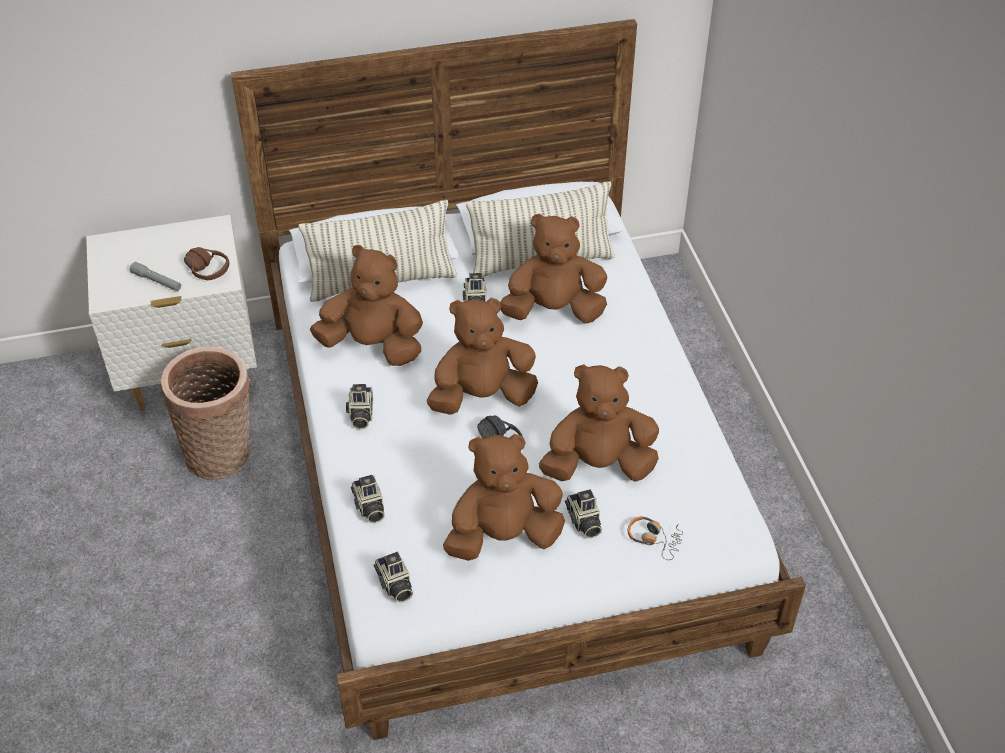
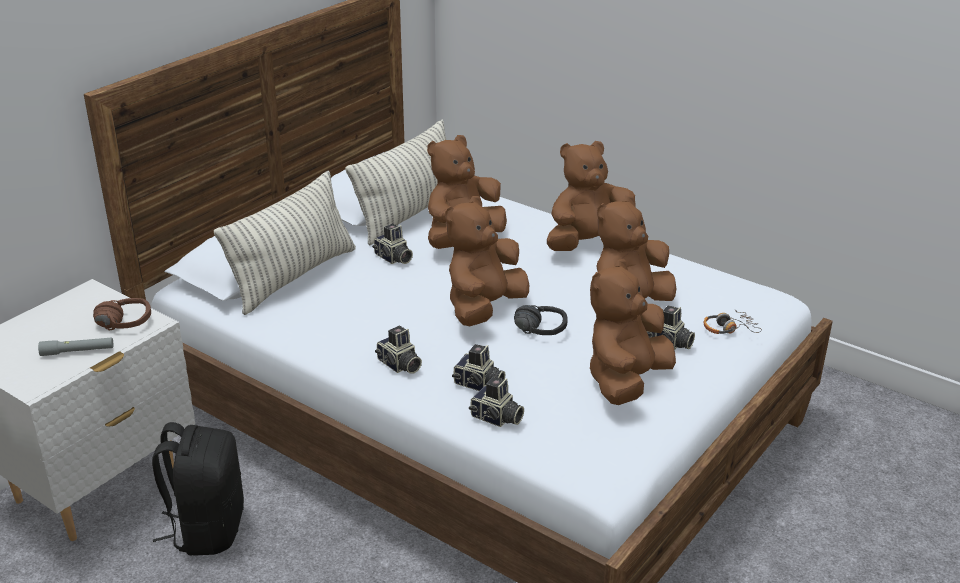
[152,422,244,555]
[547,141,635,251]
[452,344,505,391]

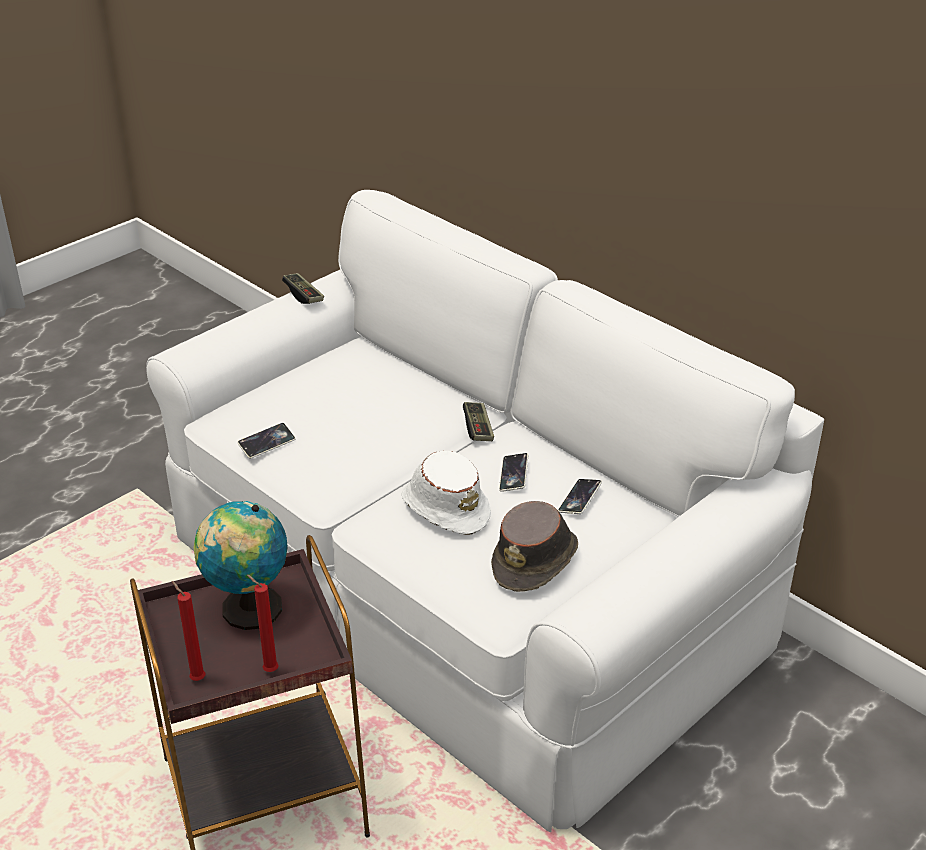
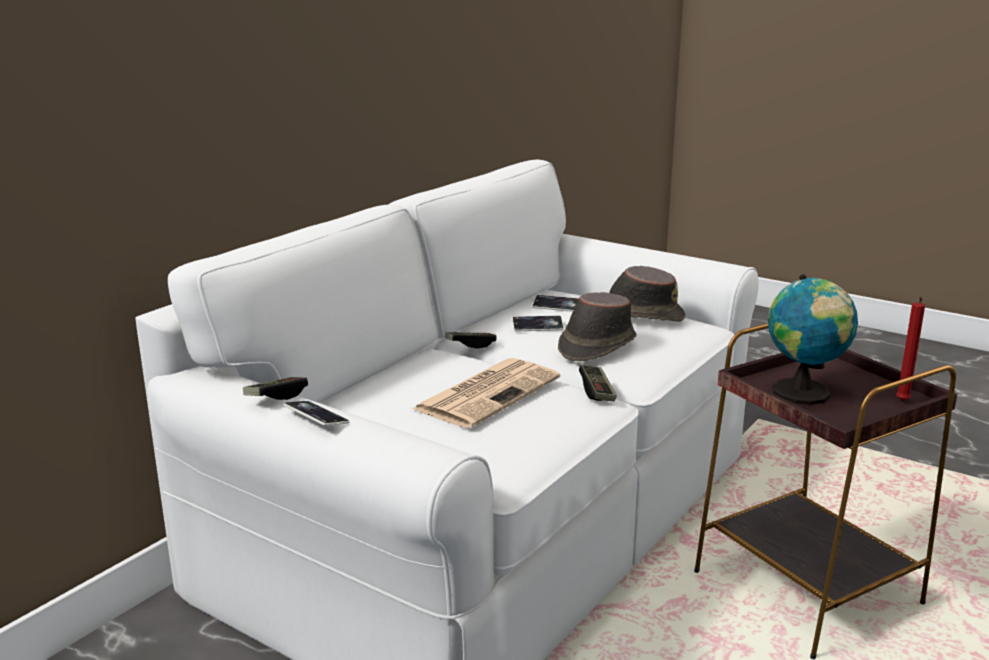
[283,401,349,426]
[247,575,279,672] (first image)
[558,292,637,361]
[412,358,560,429]
[579,365,617,402]

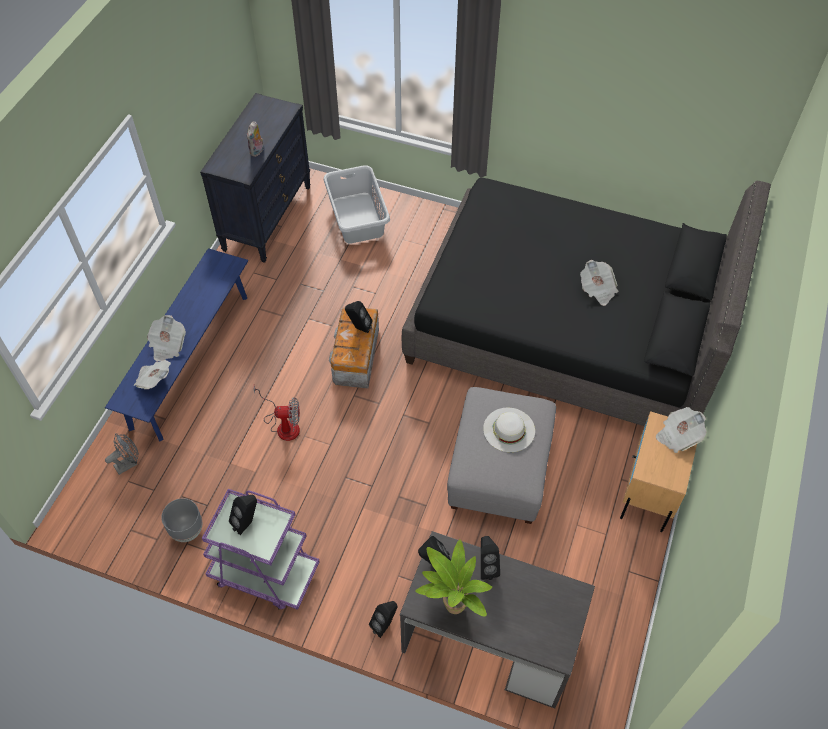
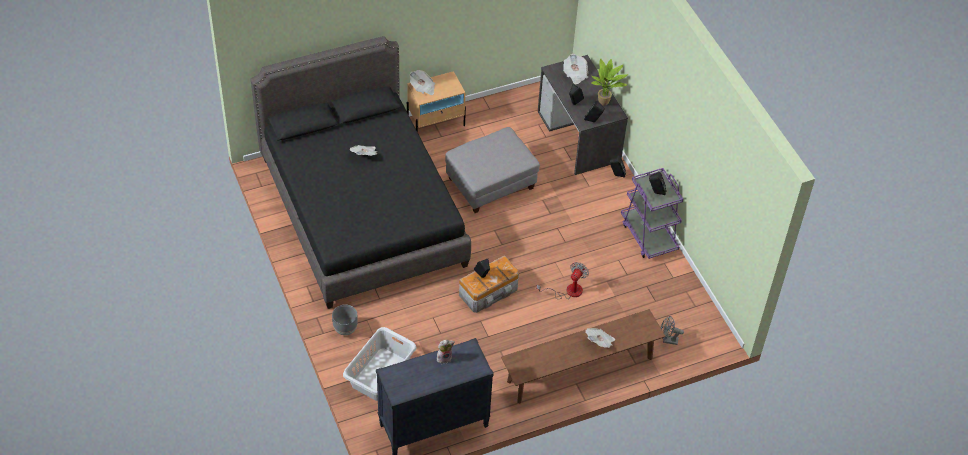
[501,309,665,404]
[563,54,588,84]
[332,304,358,335]
[536,262,589,299]
[483,408,535,452] (first image)

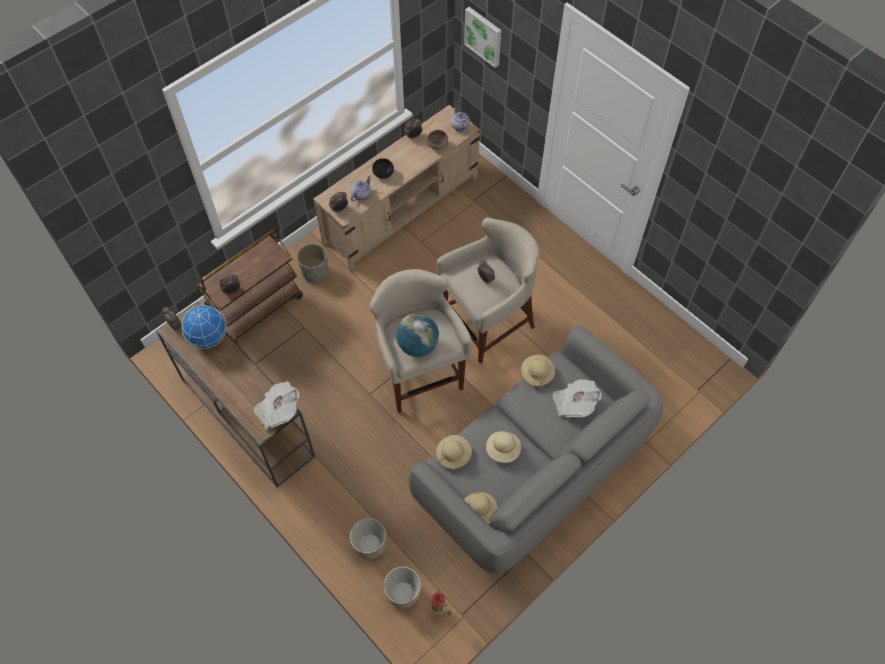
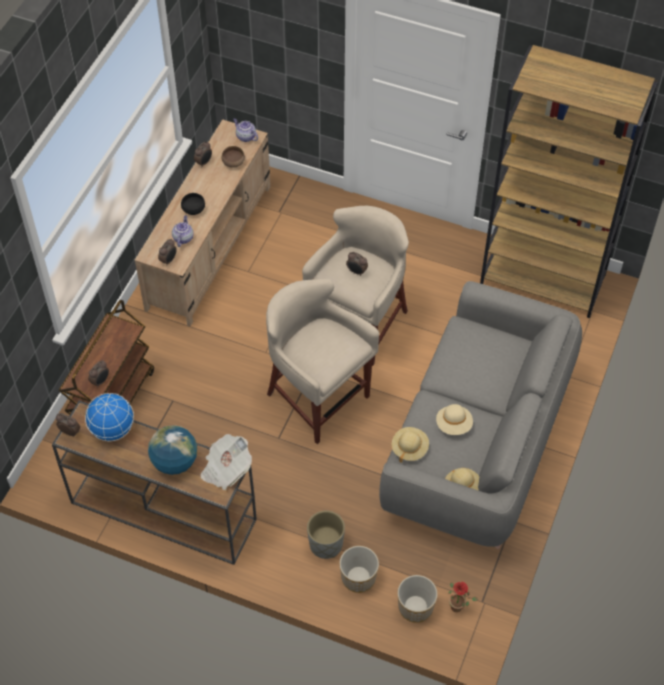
[307,511,345,559]
[148,425,197,475]
[464,7,501,68] (first image)
[521,355,555,389] (first image)
[553,379,602,417] (first image)
[480,45,658,318]

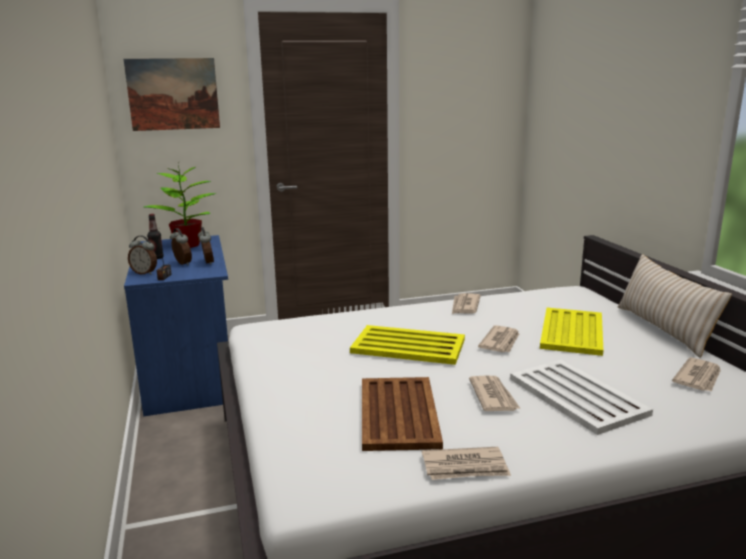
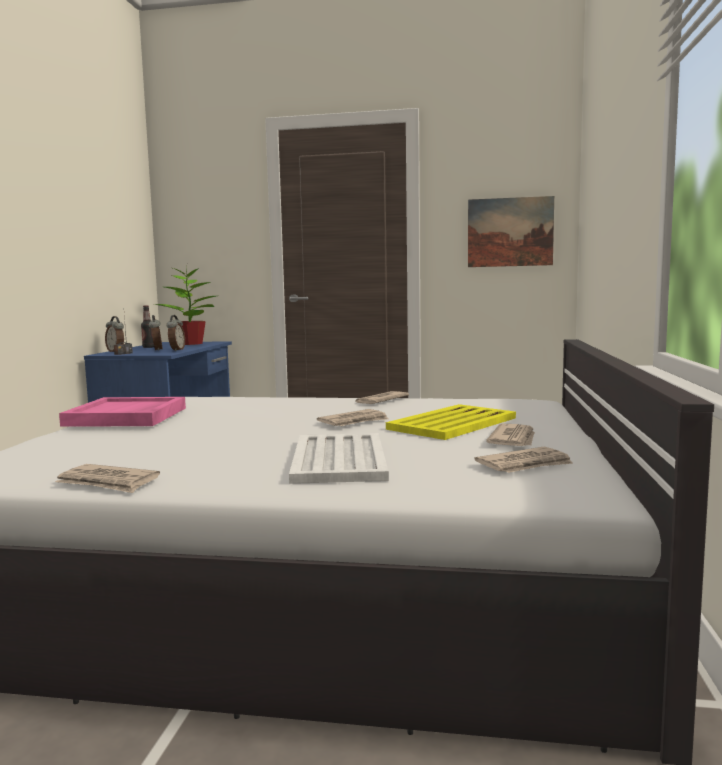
[468,196,554,267]
[350,325,465,365] (first image)
[362,377,443,451] (first image)
[486,423,535,446]
[617,254,732,358] (first image)
[59,397,186,427]

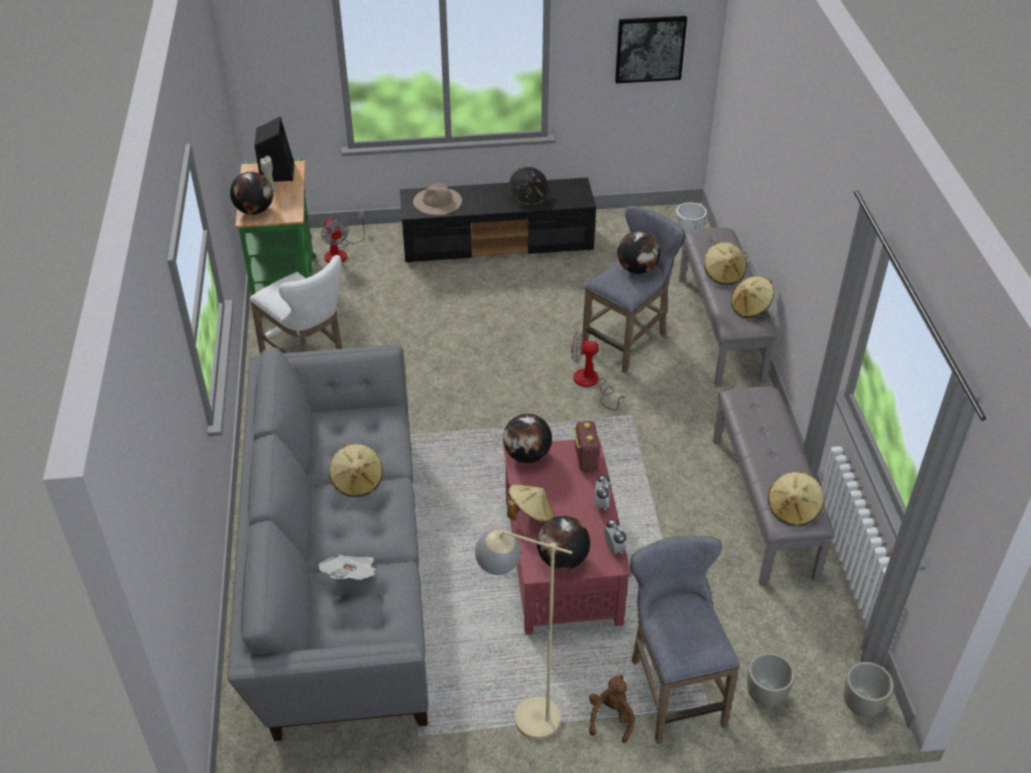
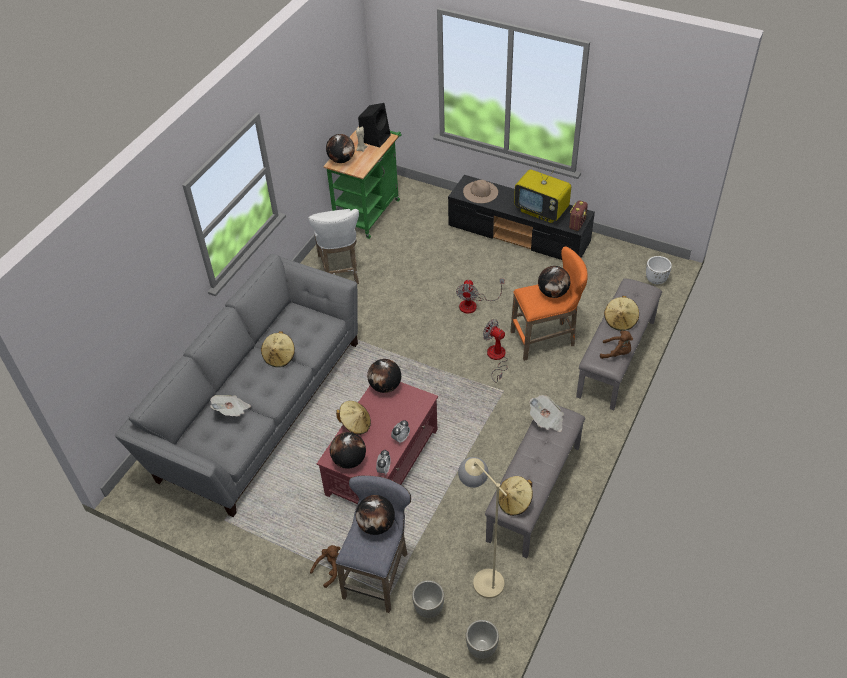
[456,279,504,314]
[458,457,507,599]
[514,162,571,223]
[569,201,588,231]
[510,246,588,361]
[615,16,687,83] (first image)
[600,331,633,359]
[356,495,395,535]
[530,395,564,432]

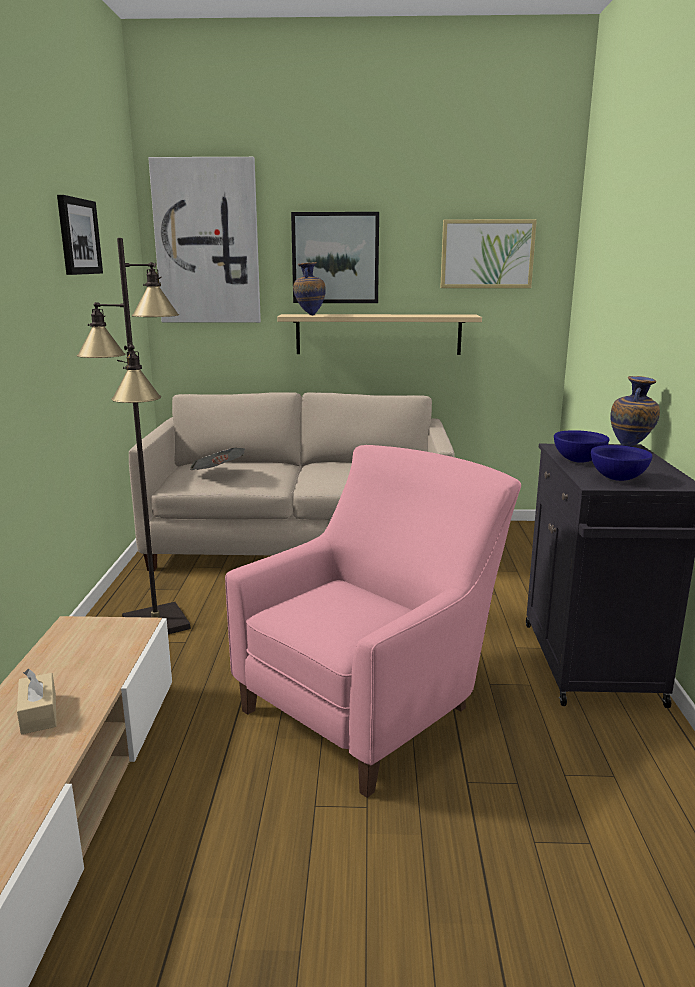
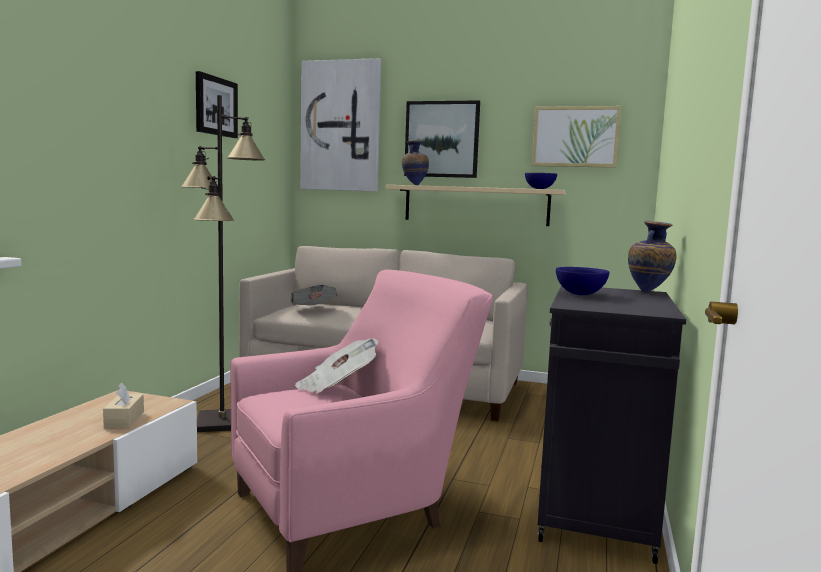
[103,382,144,429]
[525,173,557,189]
[295,339,379,393]

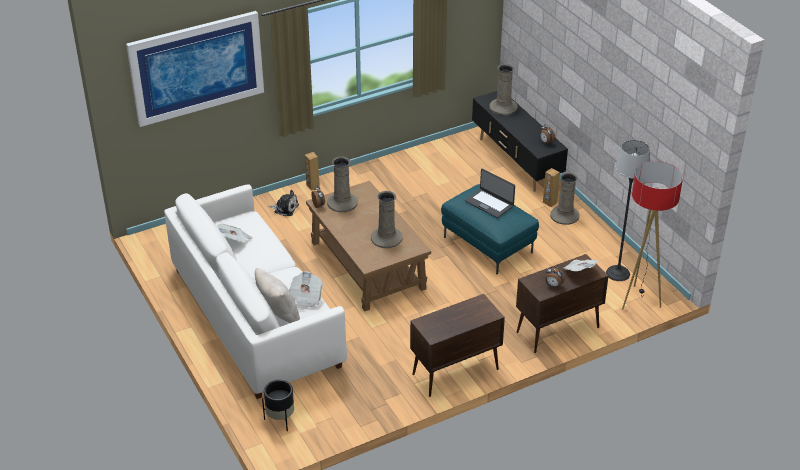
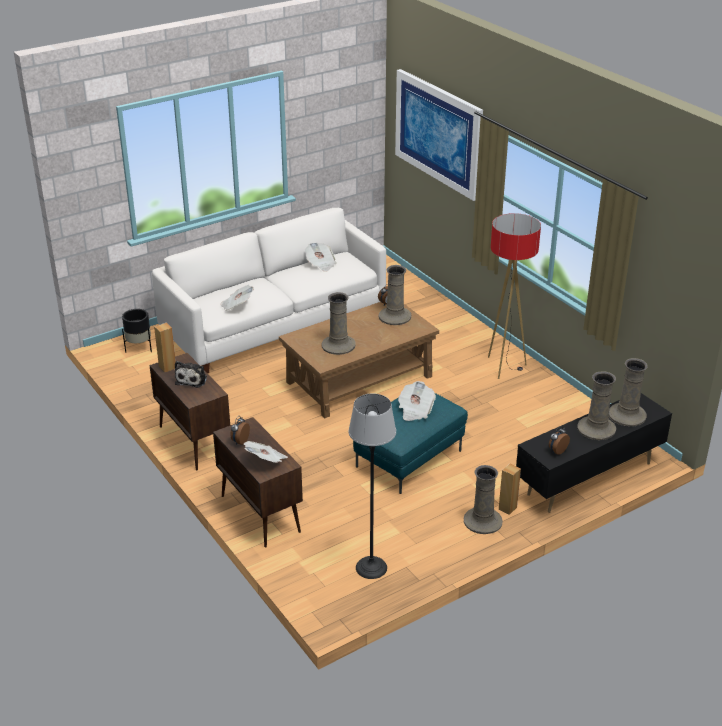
[255,268,300,323] (first image)
[175,361,207,388]
[154,323,176,373]
[398,381,436,421]
[488,213,541,379]
[577,371,616,440]

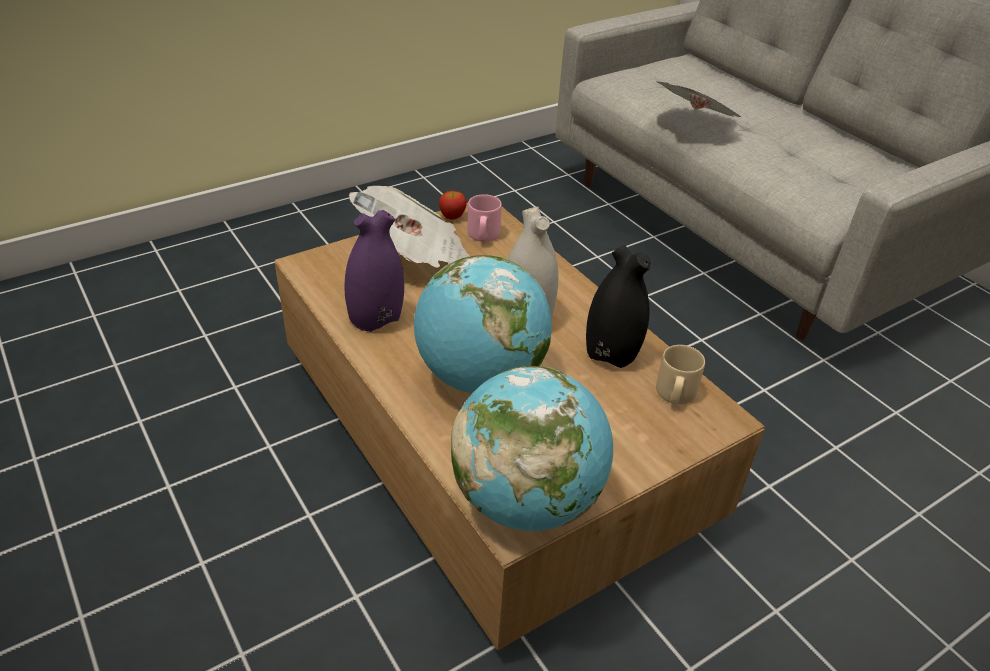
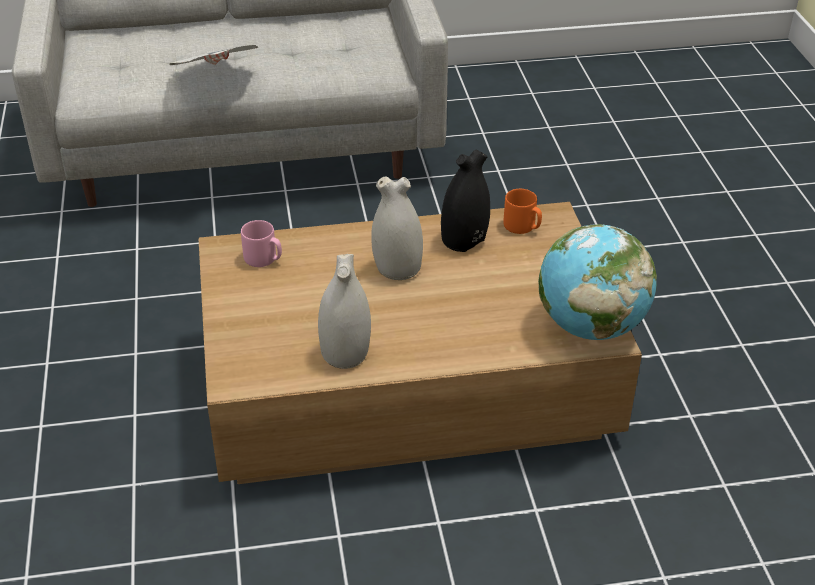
[318,254,371,369]
[349,186,470,268] (first image)
[414,255,552,393] (first image)
[439,191,466,220] (first image)
[503,189,542,234]

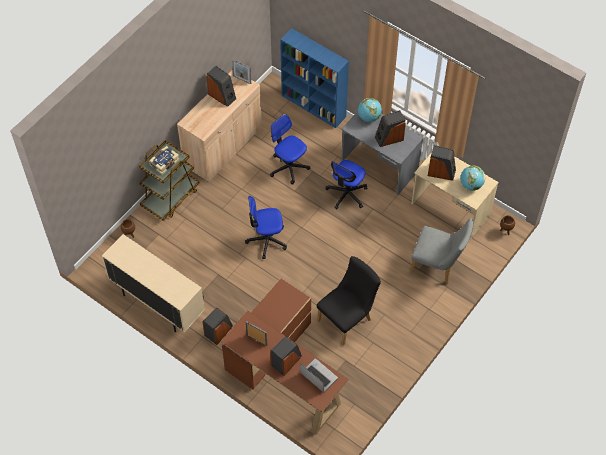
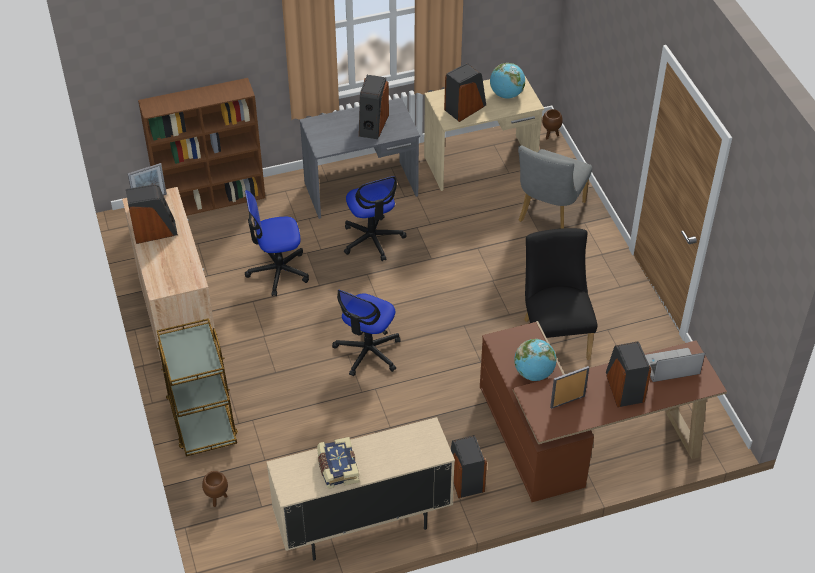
[317,437,360,489]
[138,78,266,216]
[514,339,556,381]
[518,146,592,229]

